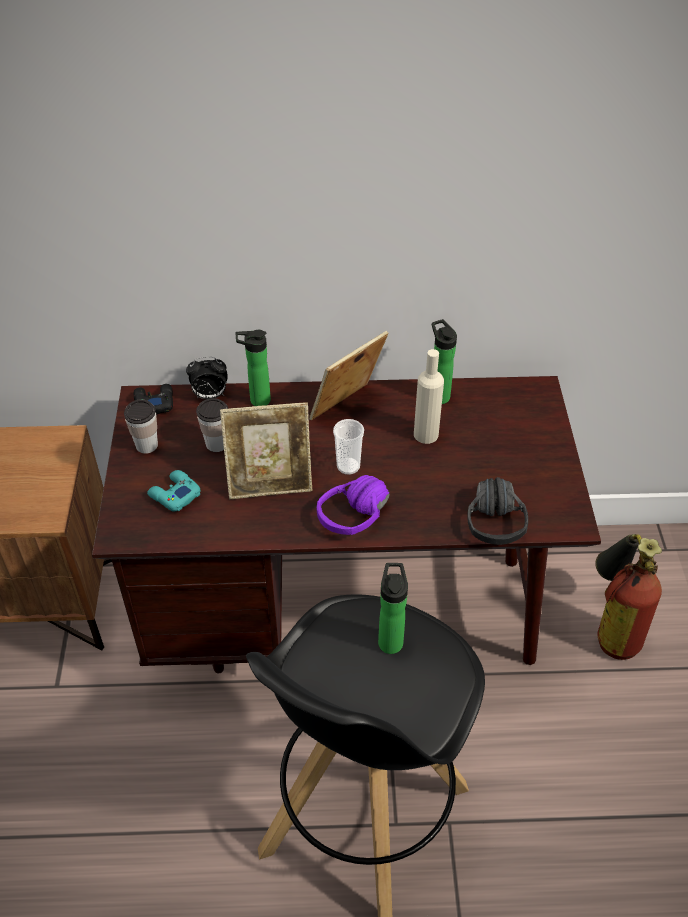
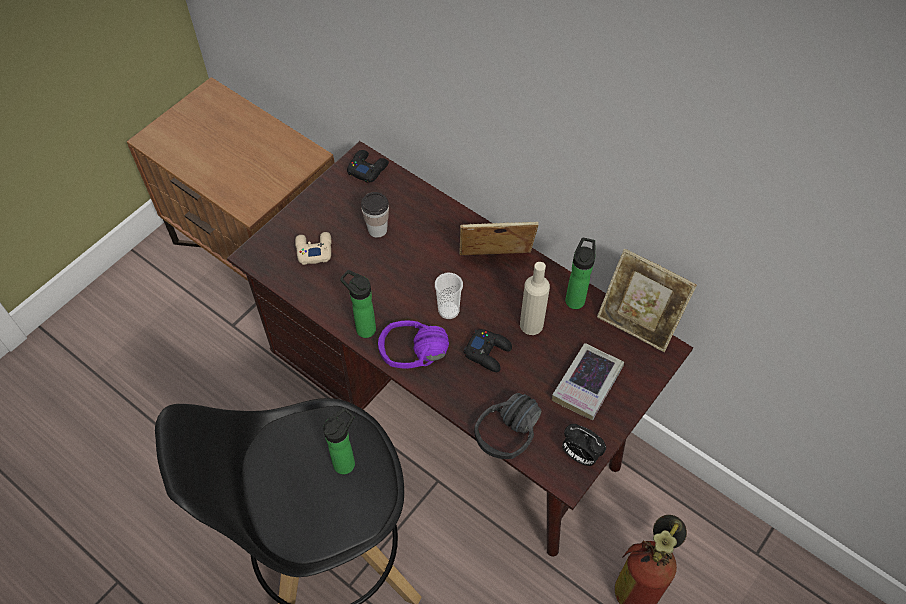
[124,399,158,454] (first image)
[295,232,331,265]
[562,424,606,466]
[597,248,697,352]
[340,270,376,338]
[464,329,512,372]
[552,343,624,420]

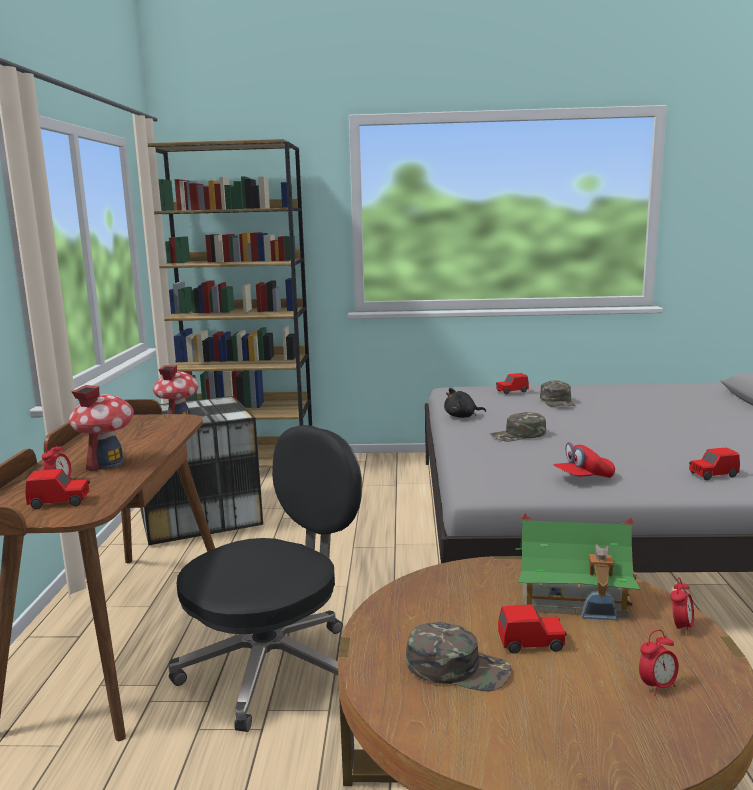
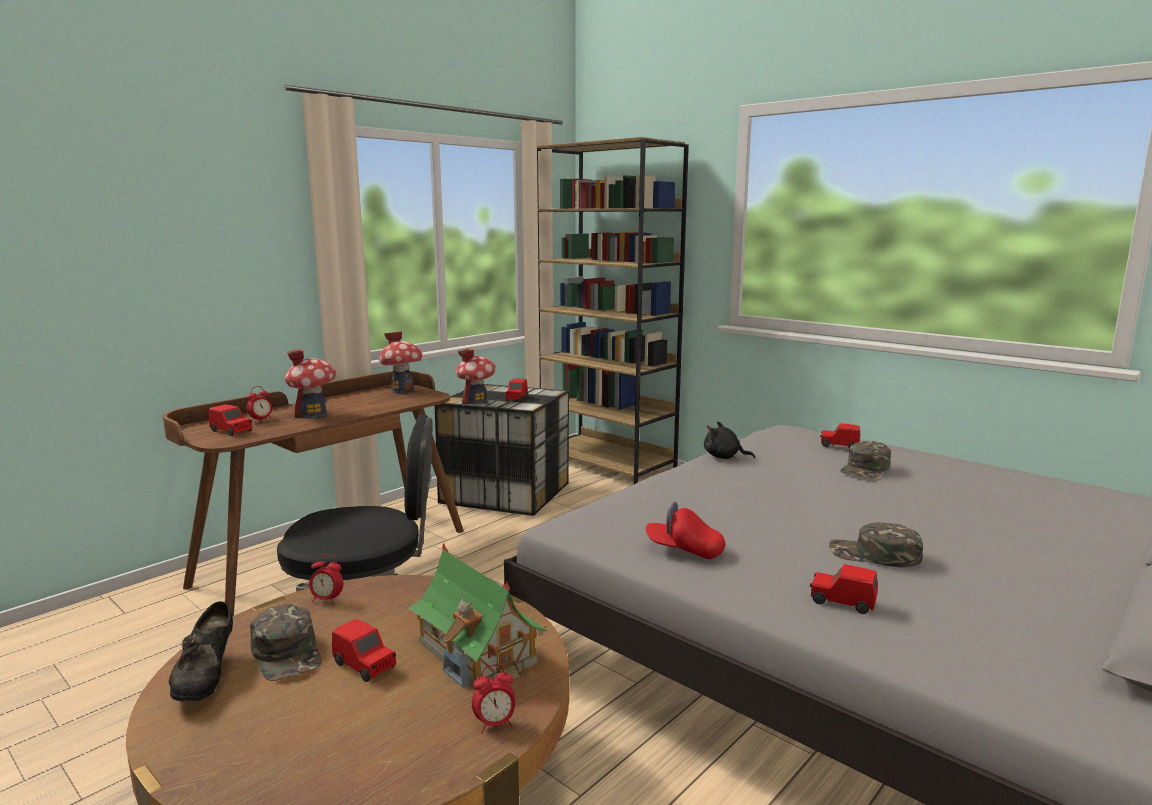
[829,522,923,567]
[309,554,343,604]
[169,601,233,702]
[379,331,423,393]
[506,378,528,402]

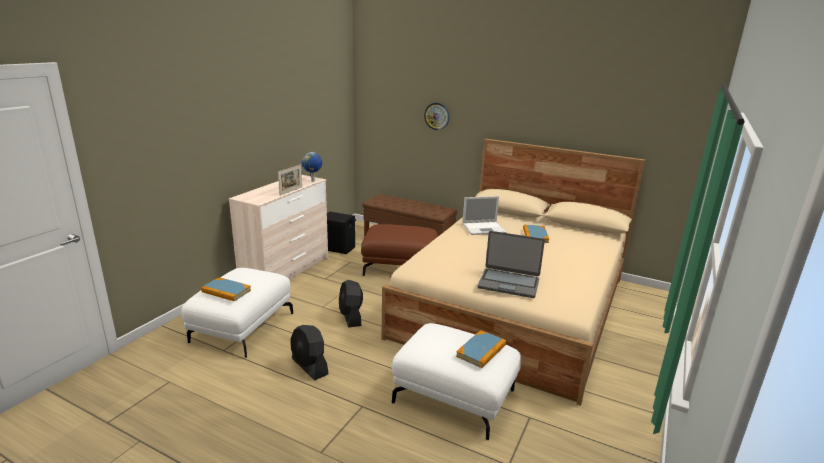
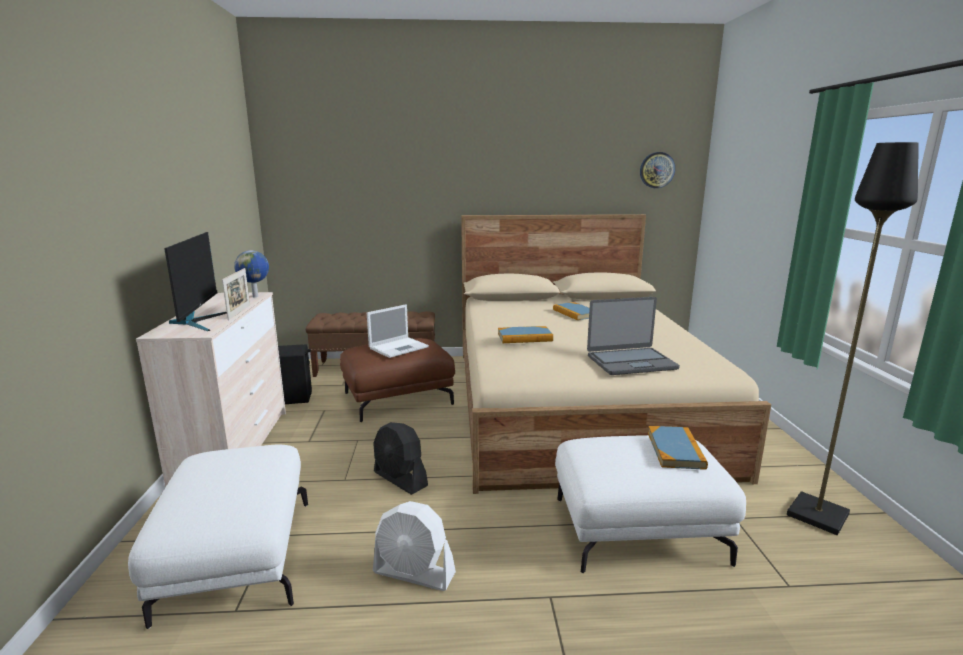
[498,326,553,343]
[373,501,456,591]
[640,152,675,188]
[367,304,429,358]
[164,232,227,331]
[787,142,919,535]

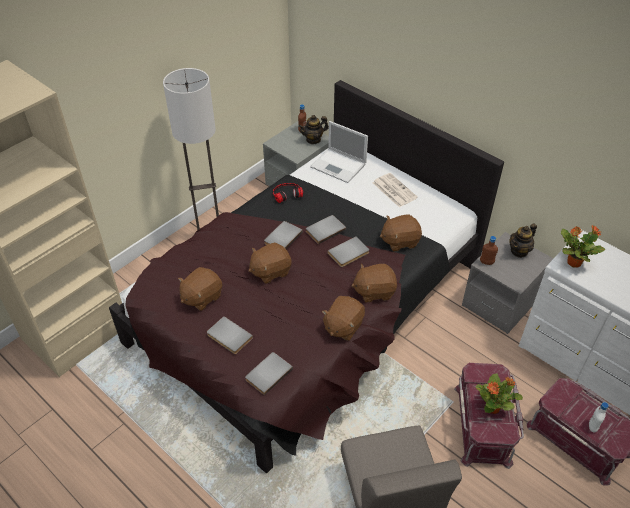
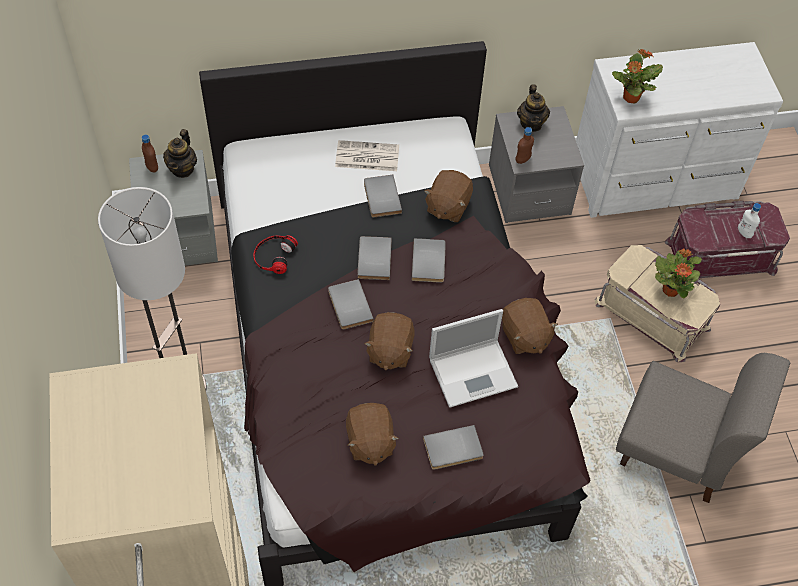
[364,175,402,217]
[429,309,518,408]
[351,264,397,303] (first image)
[595,245,720,362]

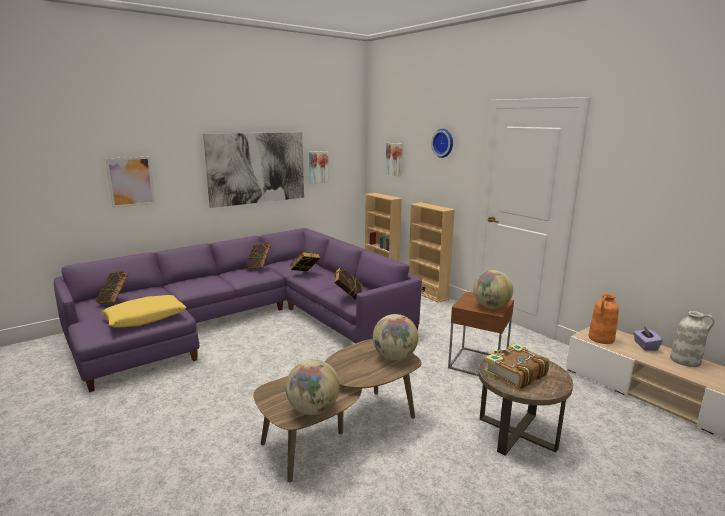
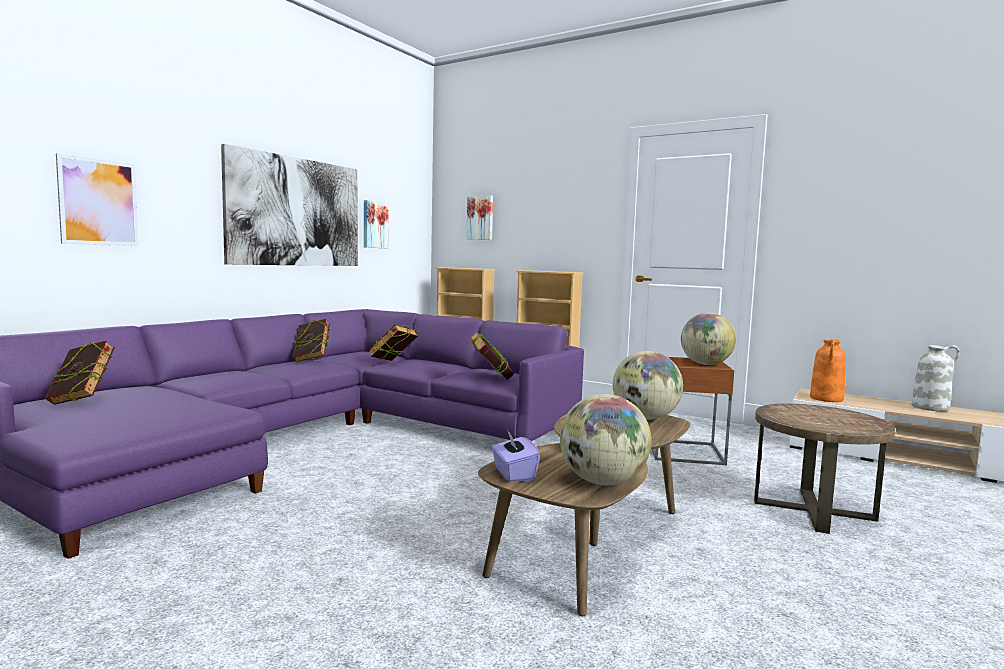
[101,295,186,327] (first image)
[431,129,453,158] (first image)
[484,343,550,389] (first image)
[491,430,540,482]

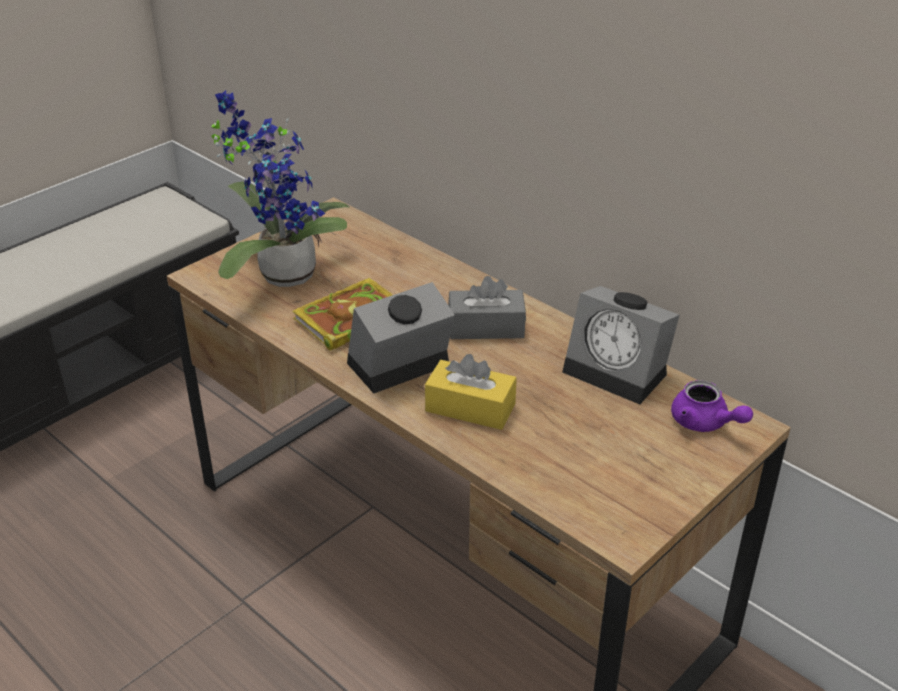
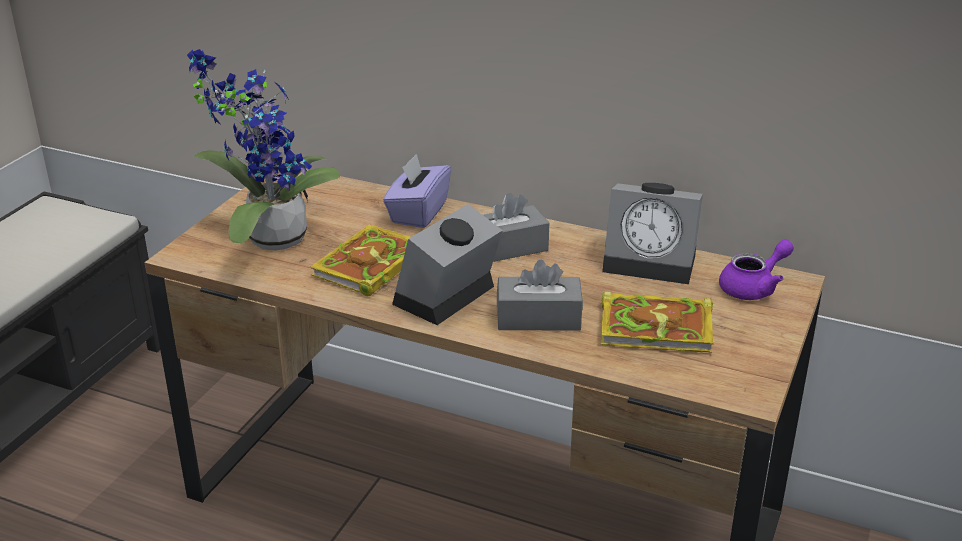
[497,260,583,331]
[719,240,794,300]
[383,154,451,228]
[601,291,714,353]

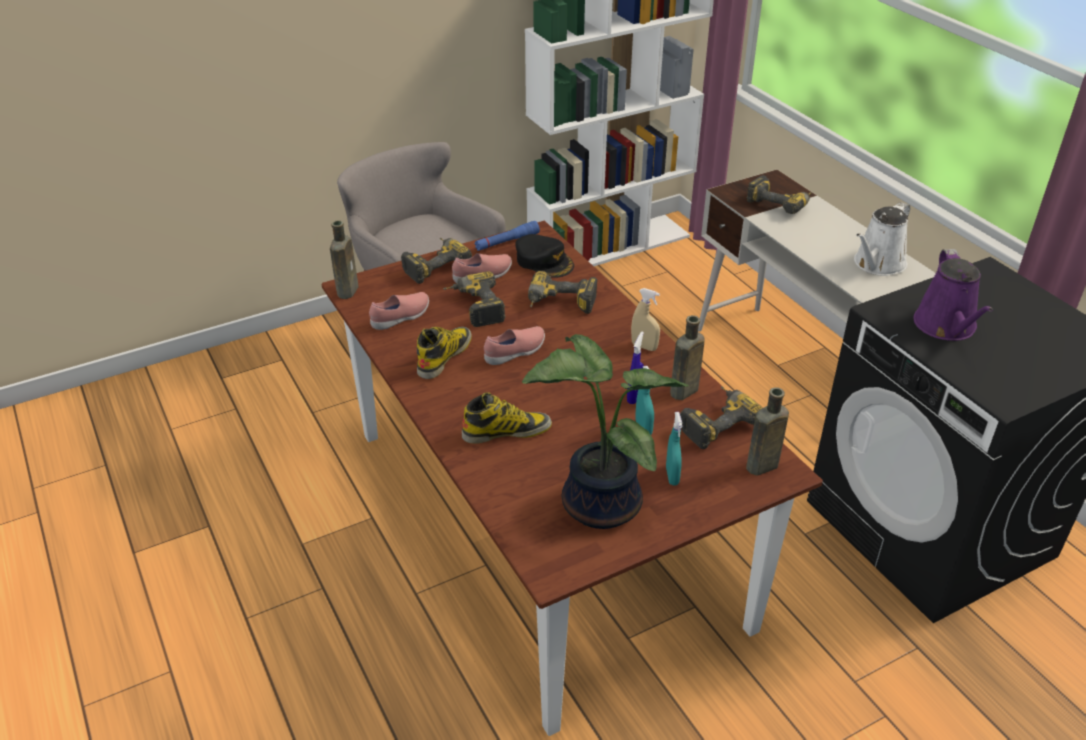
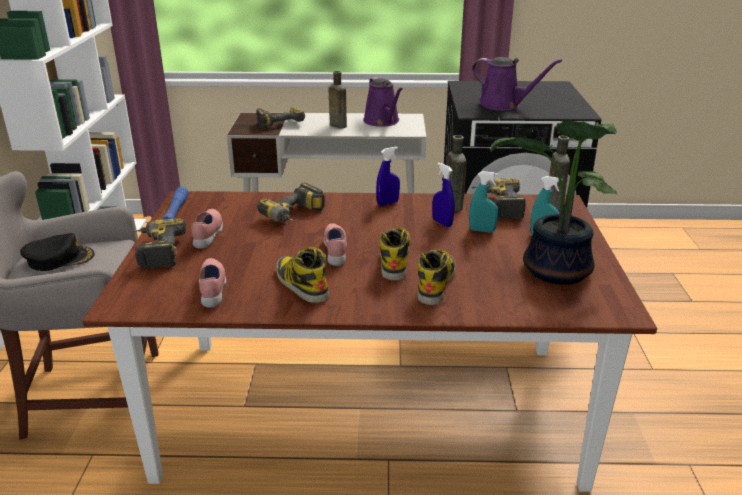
[329,71,347,128]
[443,271,506,327] (first image)
[20,233,95,271]
[376,147,400,206]
[363,77,403,127]
[380,227,411,281]

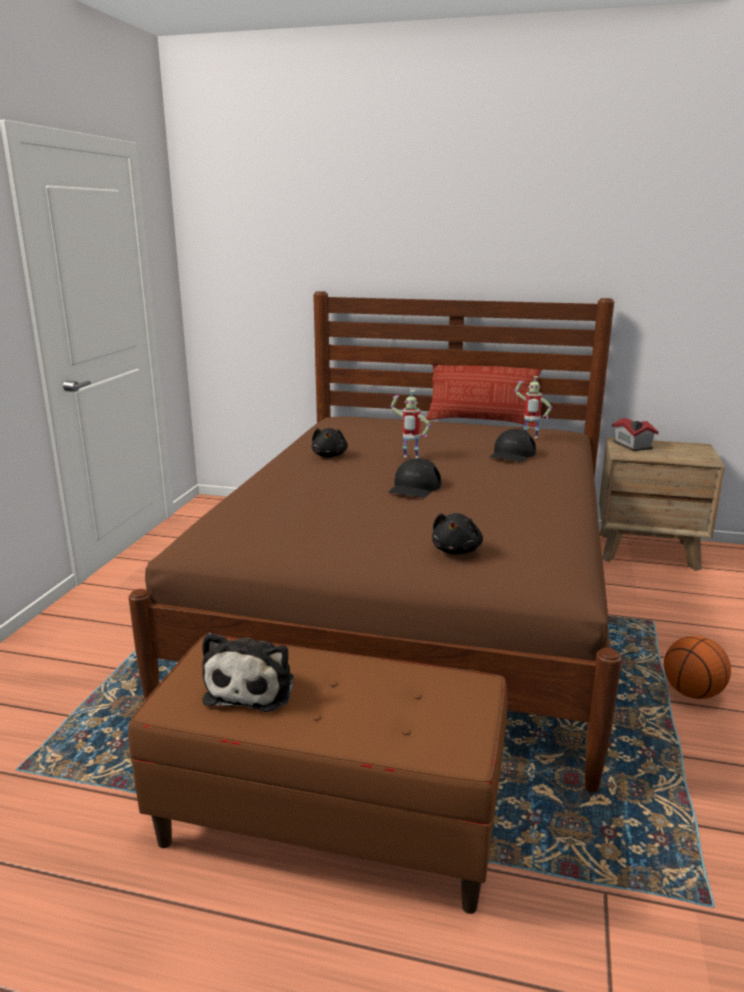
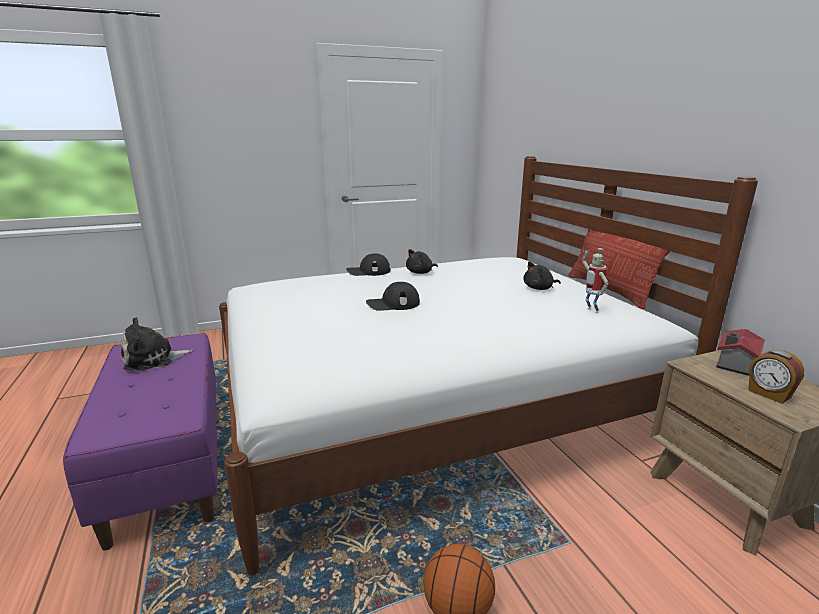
[63,333,217,550]
[219,156,758,576]
[391,391,431,458] (first image)
[523,262,561,290]
[346,253,391,276]
[748,350,805,404]

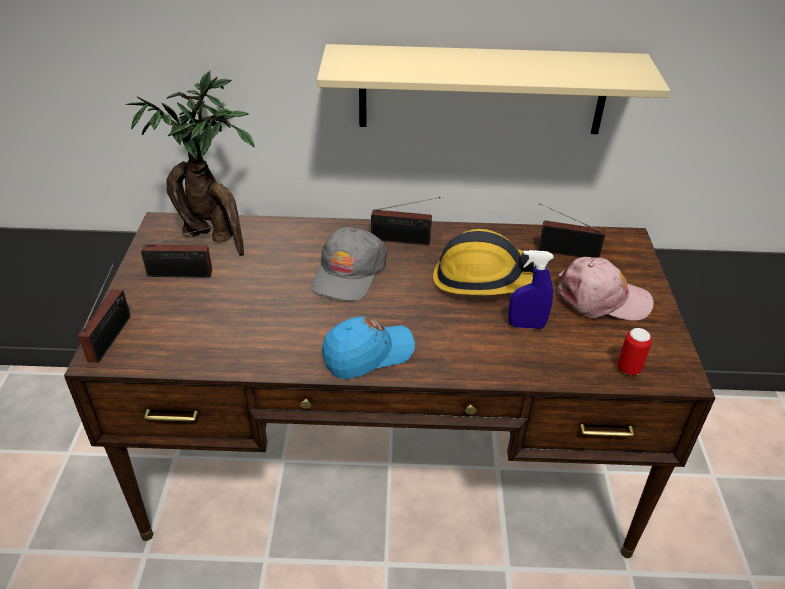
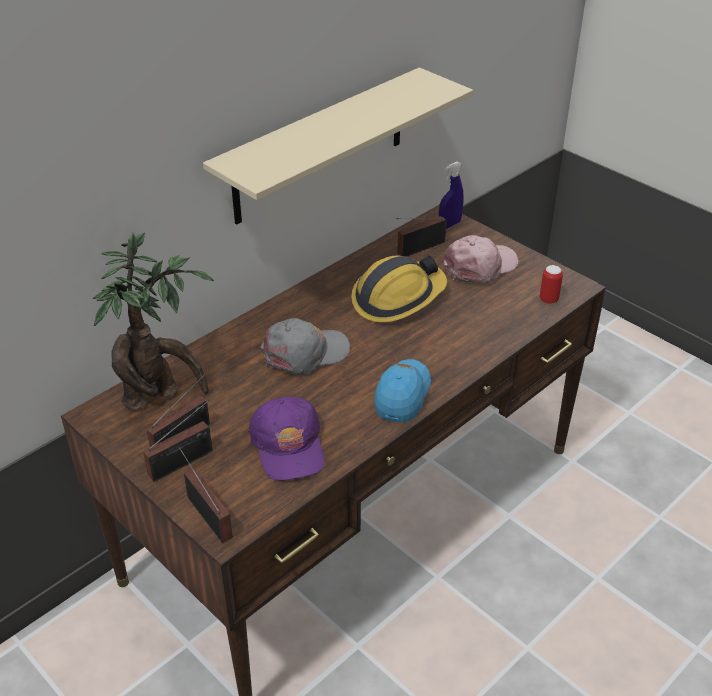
[260,318,350,375]
[143,399,213,482]
[439,161,464,229]
[248,397,324,481]

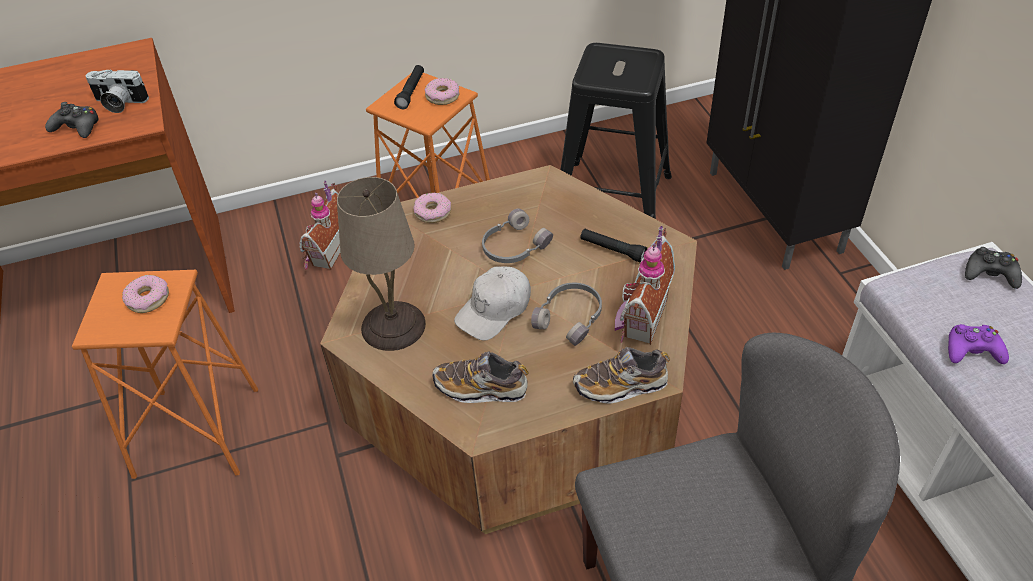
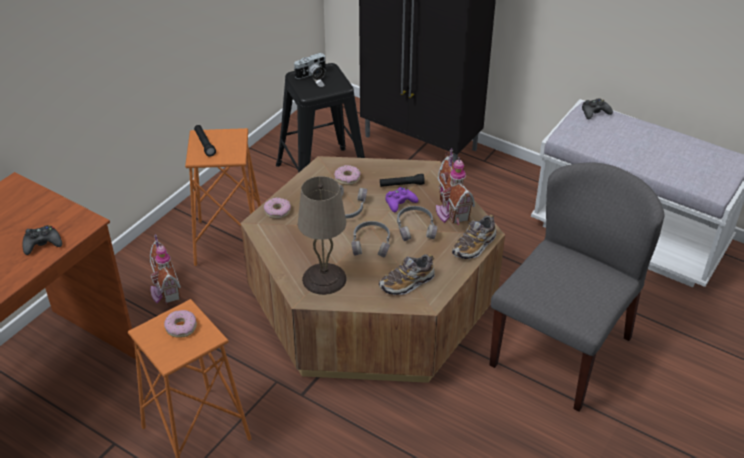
[294,53,326,80]
[334,165,360,185]
[351,221,390,258]
[385,187,418,213]

